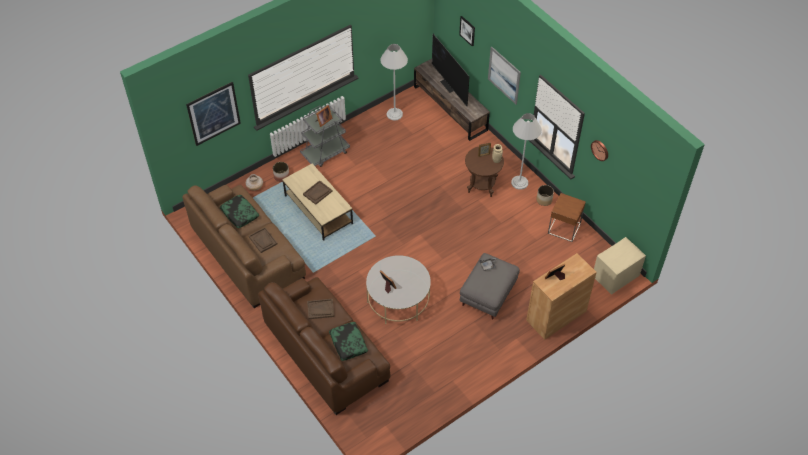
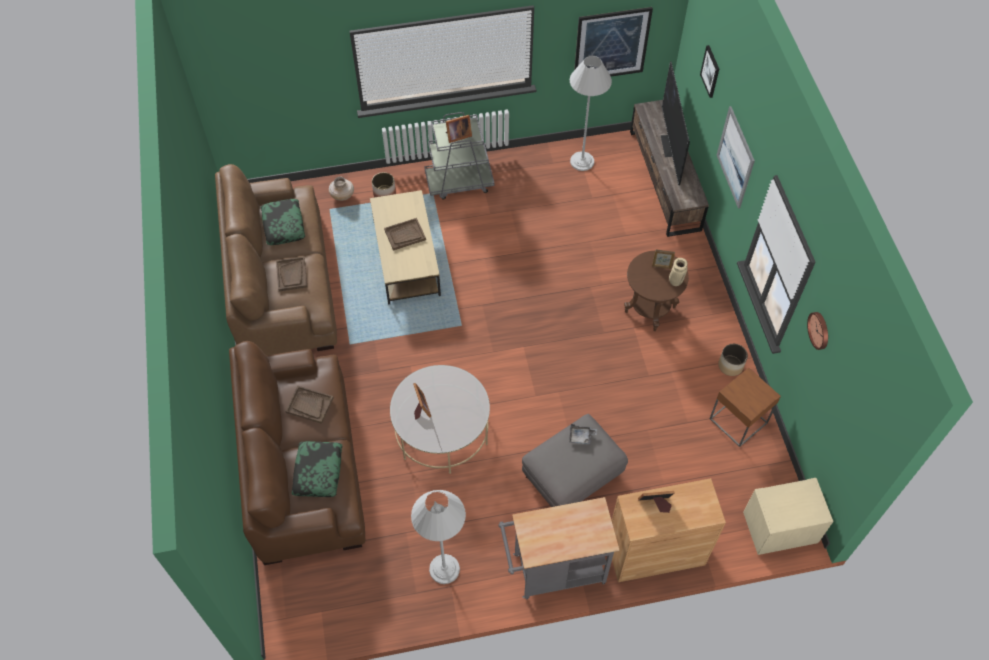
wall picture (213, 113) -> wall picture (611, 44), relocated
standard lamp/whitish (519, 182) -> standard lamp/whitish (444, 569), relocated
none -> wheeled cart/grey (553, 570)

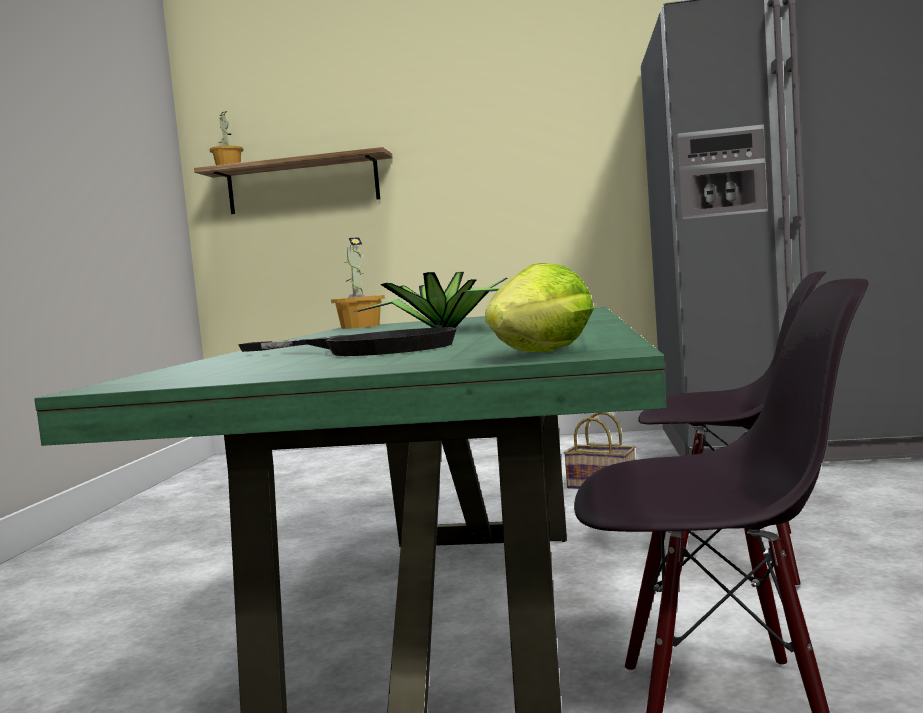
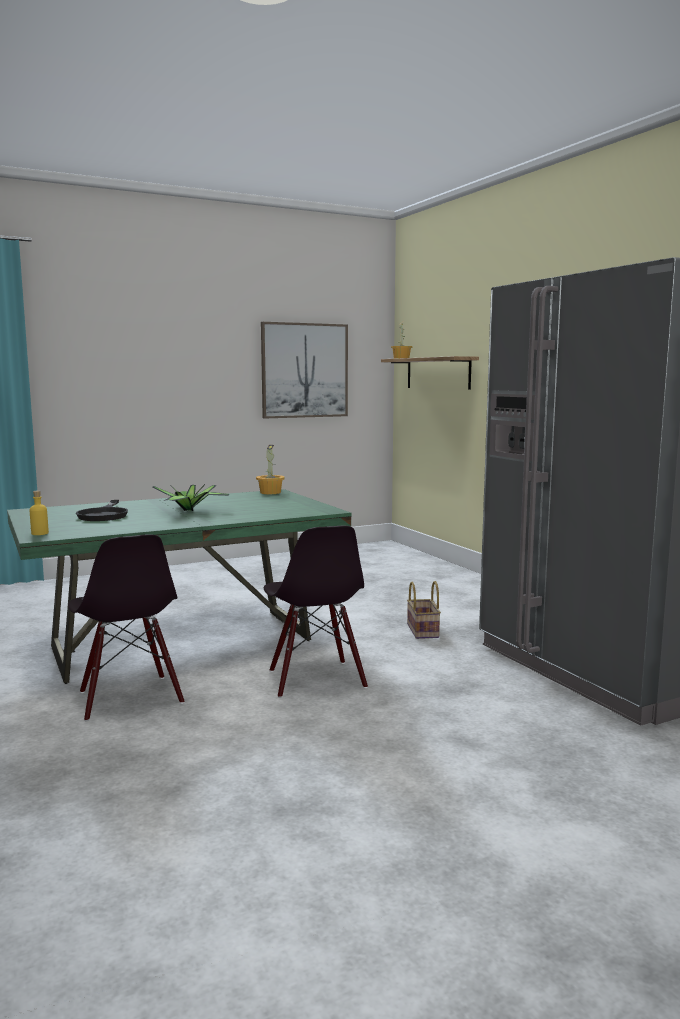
lettuce (537, 354) -> beverage bottle/yellow (40, 533)
none -> wall picture (304, 370)

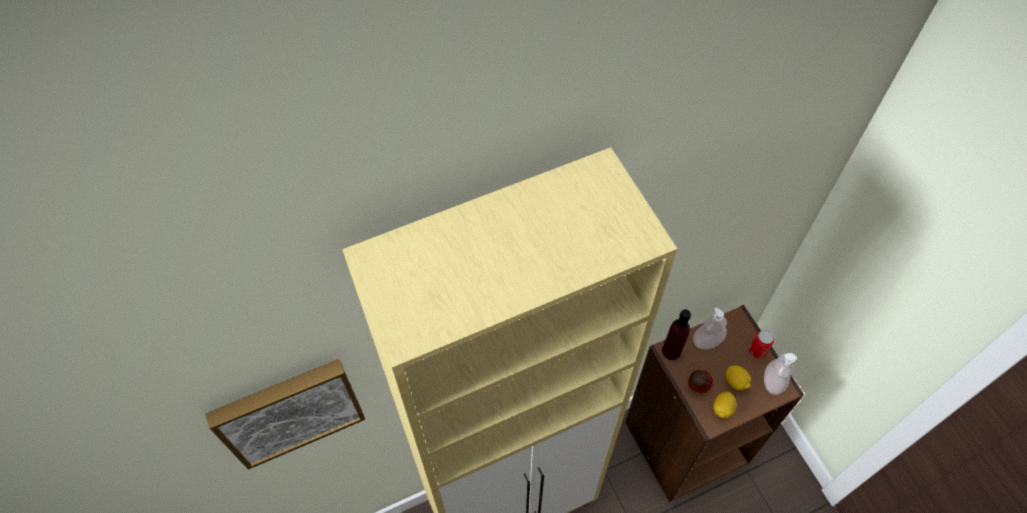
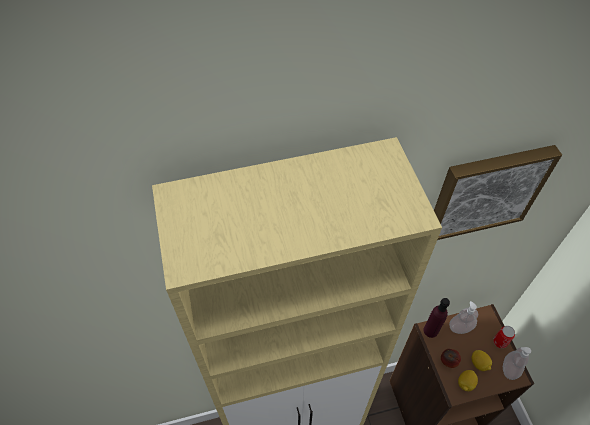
wall picture (289, 409) -> wall picture (486, 191), relocated

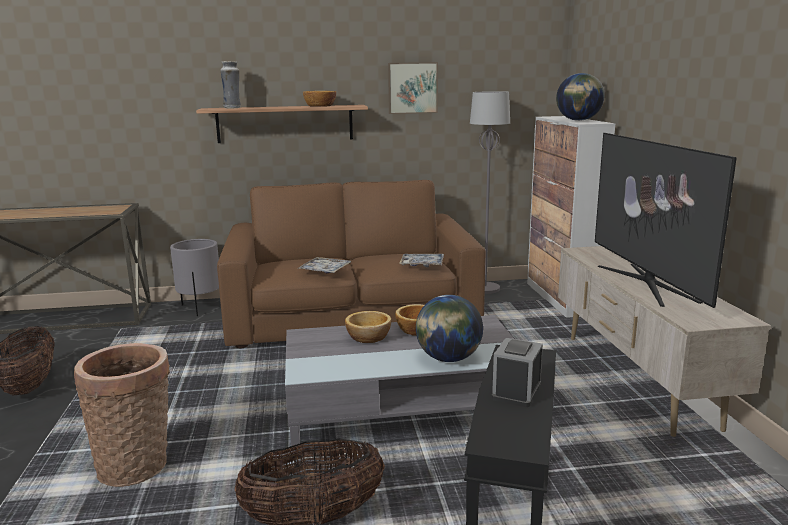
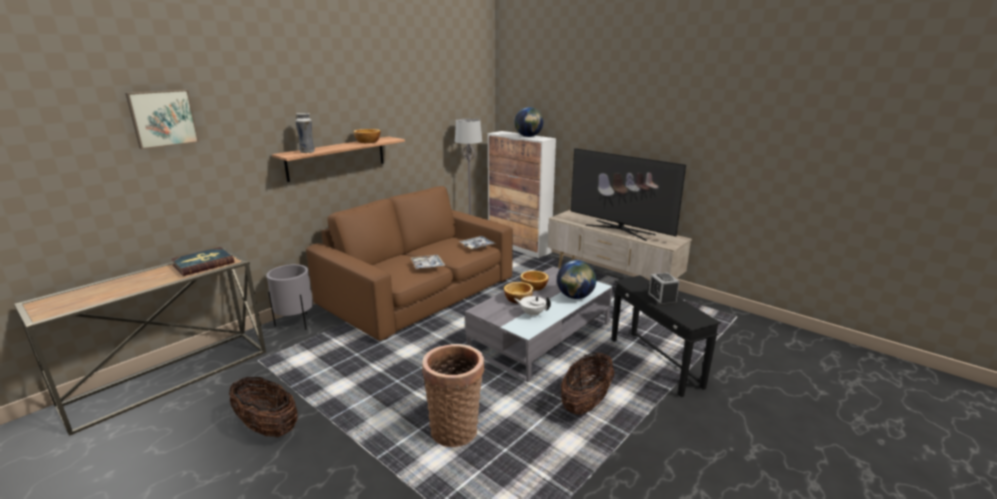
wall picture (412, 88) -> wall picture (163, 118), relocated
none -> volume (203, 264)
none -> pot for tea/whitish (532, 313)

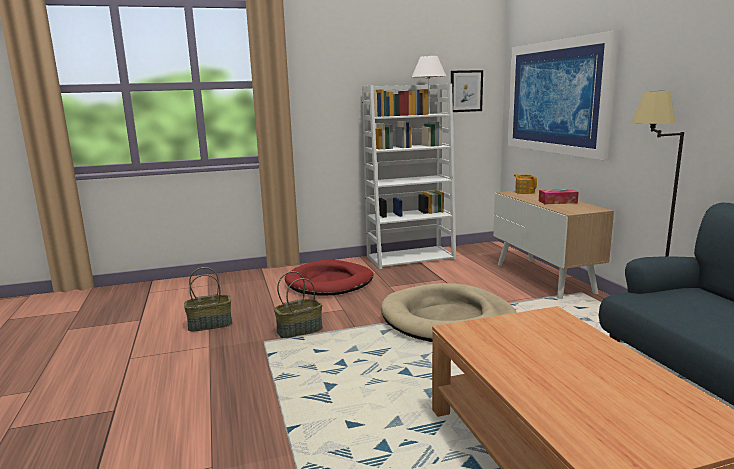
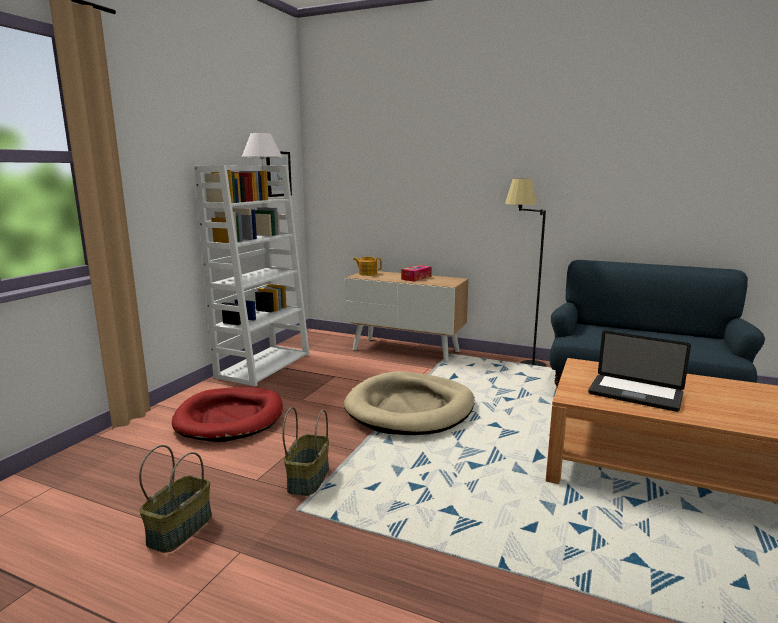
wall picture (556, 97) -> none
none -> notebook computer (635, 394)

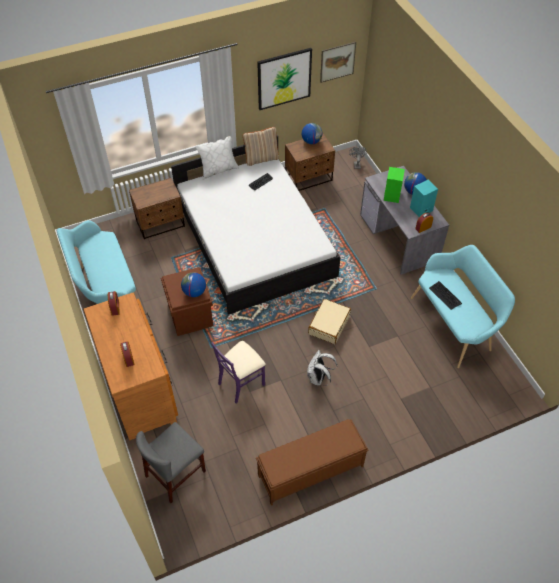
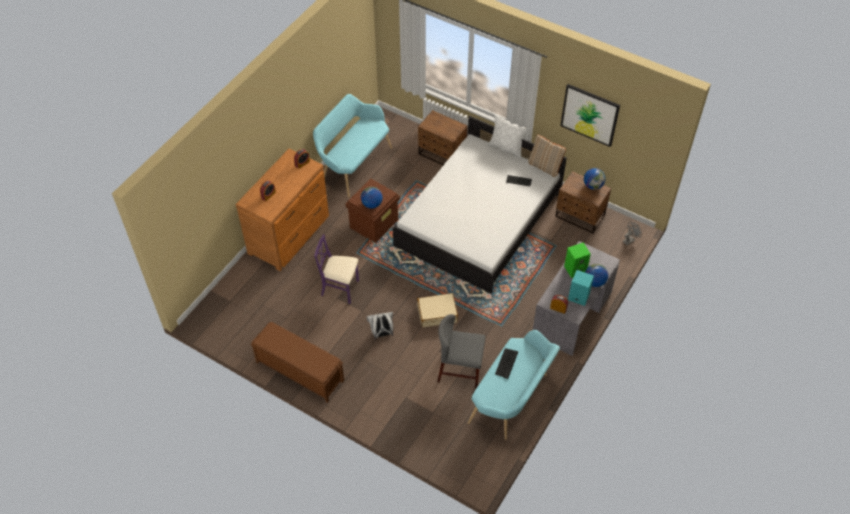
plain chair/grey (175, 473) -> plain chair/grey (459, 370), relocated
wall picture (337, 62) -> none

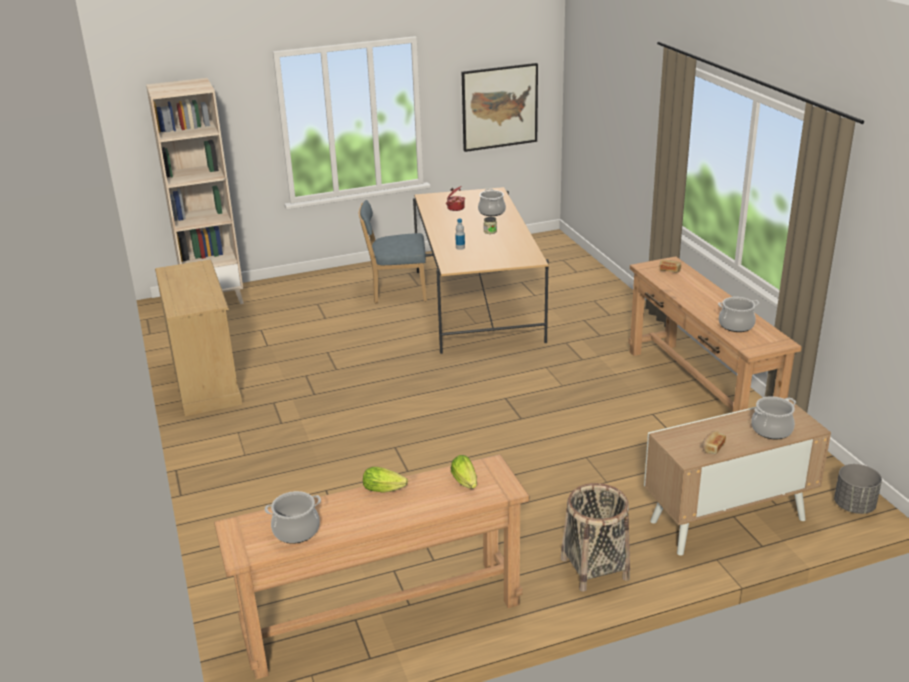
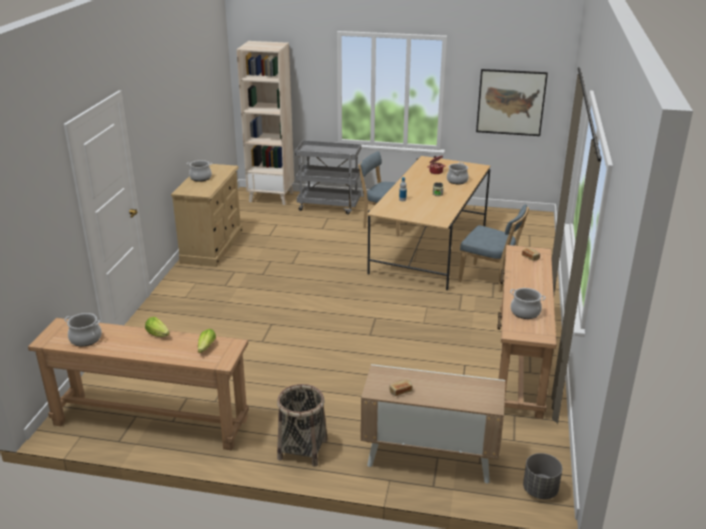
saucepot (771, 430) -> saucepot (201, 178), relocated
none -> wheeled cart/grey (329, 206)
none -> plain chair/blue (489, 279)

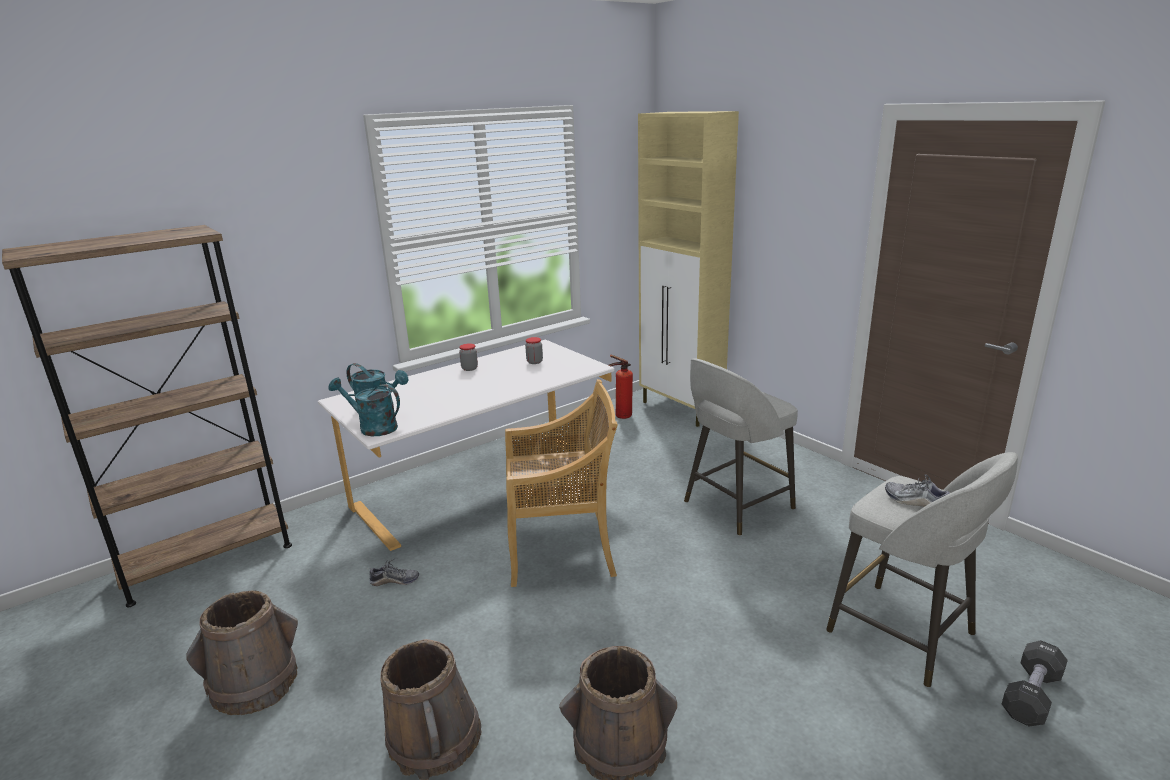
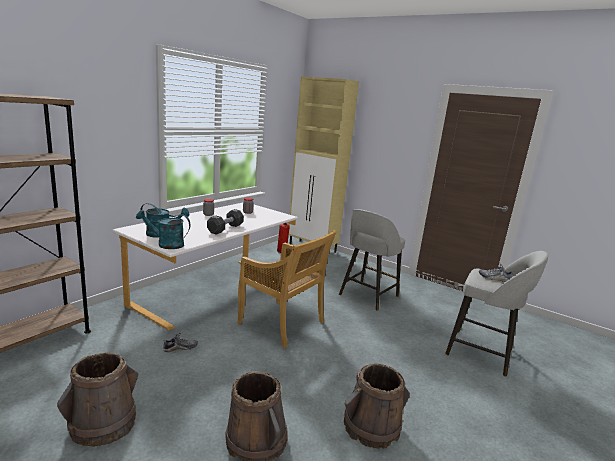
plain chair/beige-coloured (562, 550) -> plain chair/beige-coloured (282, 323), 60 degrees clockwise
hand weight/blackish (1031, 695) -> hand weight/blackish (225, 229), relocated

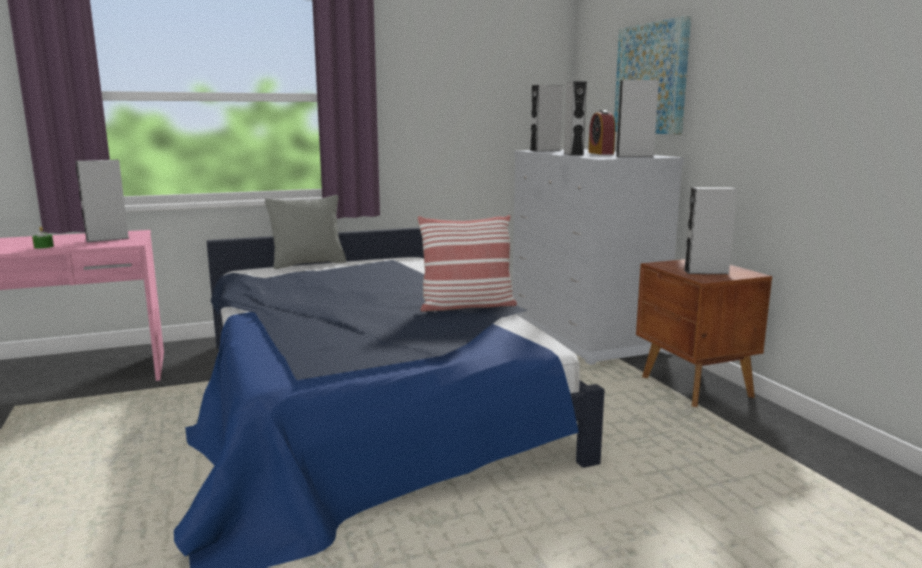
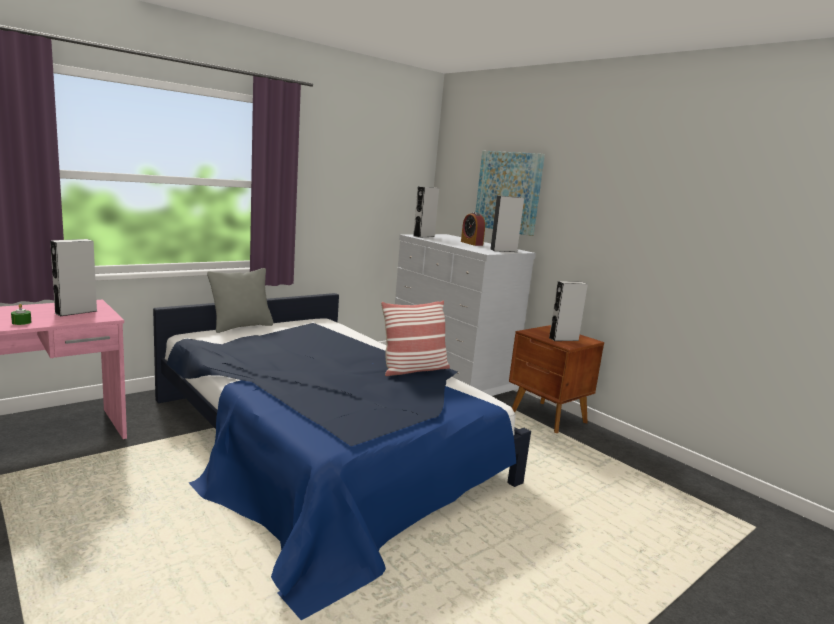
loudspeaker/grey (573, 154) -> none

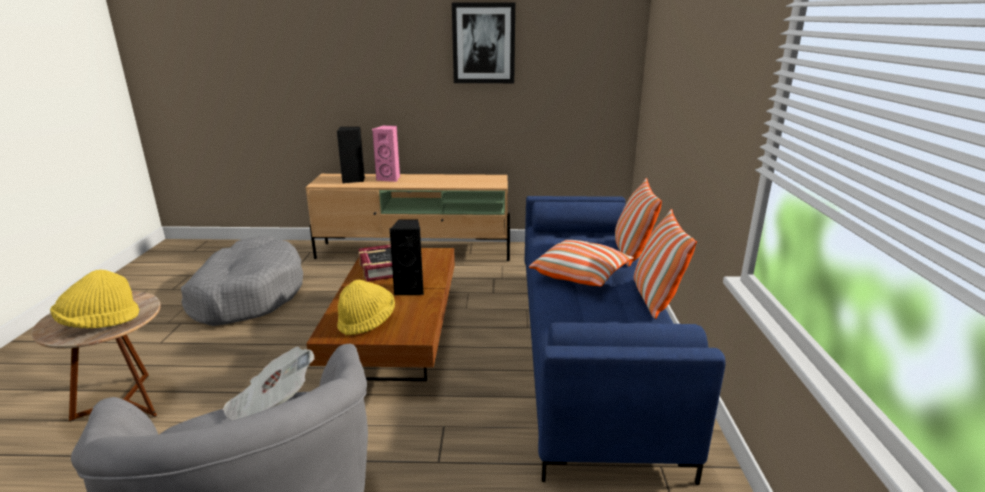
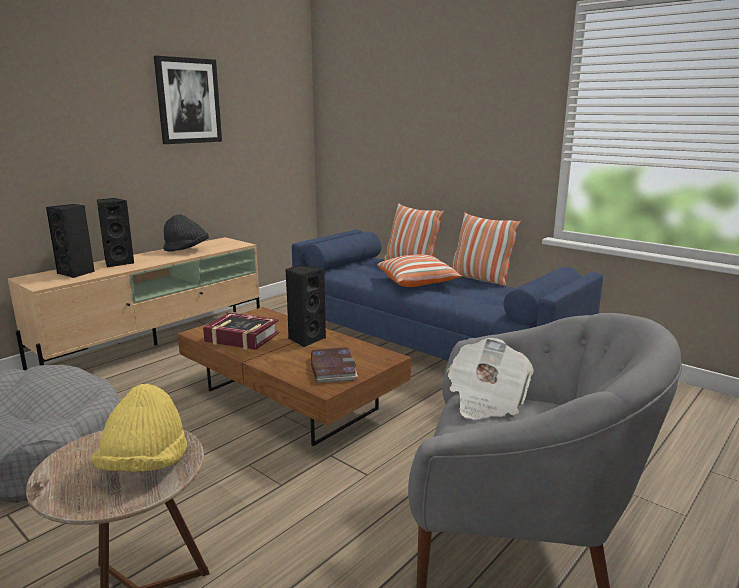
wearable hat/yellow (367, 322) -> volume (332, 368)
loudspeaker/pink-coloured (390, 178) -> loudspeaker/blackish (118, 263)
none -> wearable hat/blackish (187, 250)

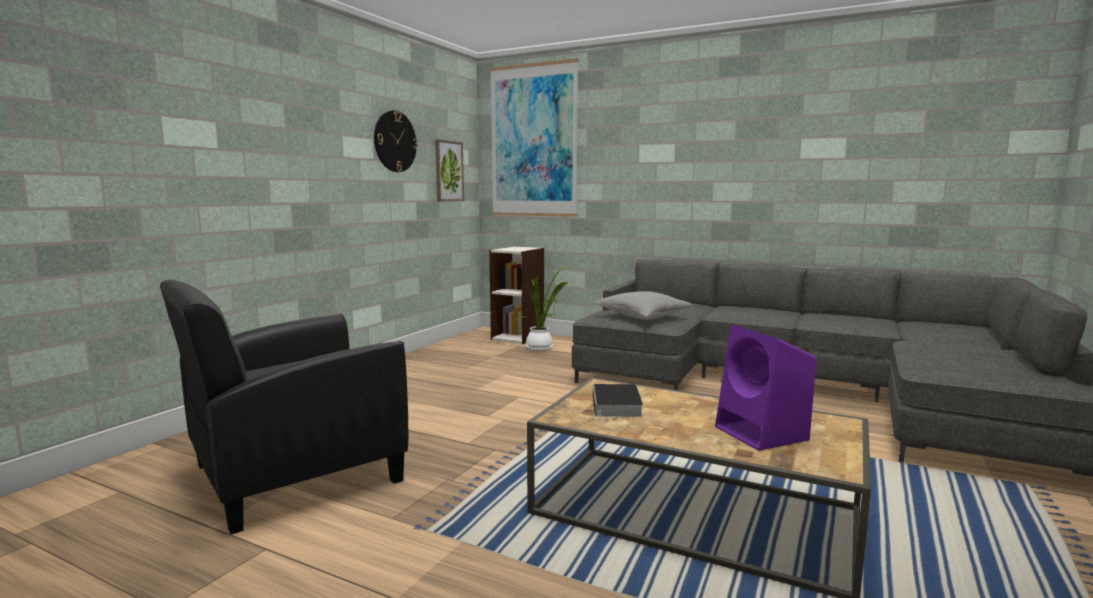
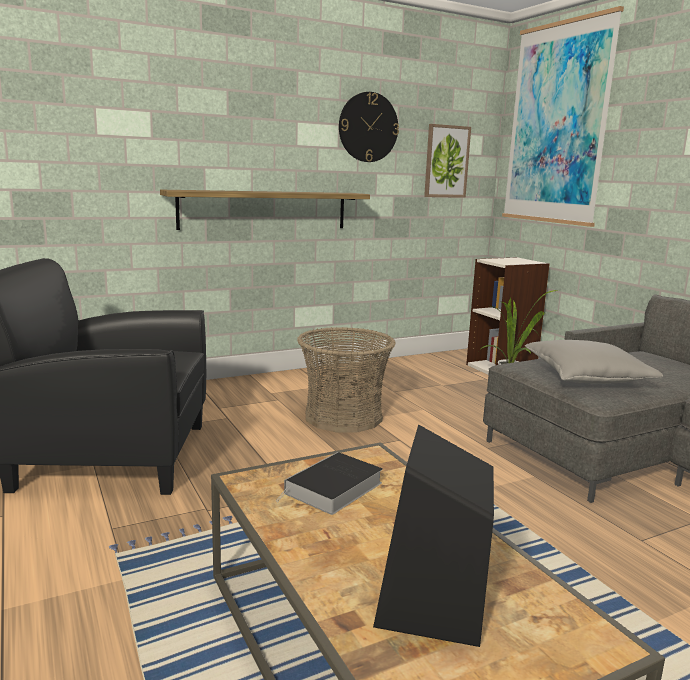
loudspeaker/purple-coloured (763, 434) -> loudspeaker/blackish (431, 605)
none -> bracket shelf (264, 210)
none -> household basket (343, 417)

